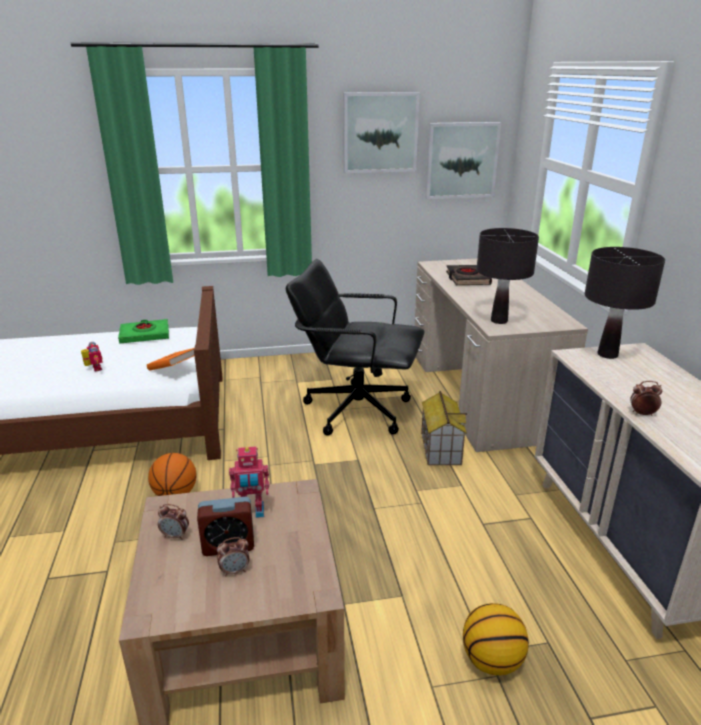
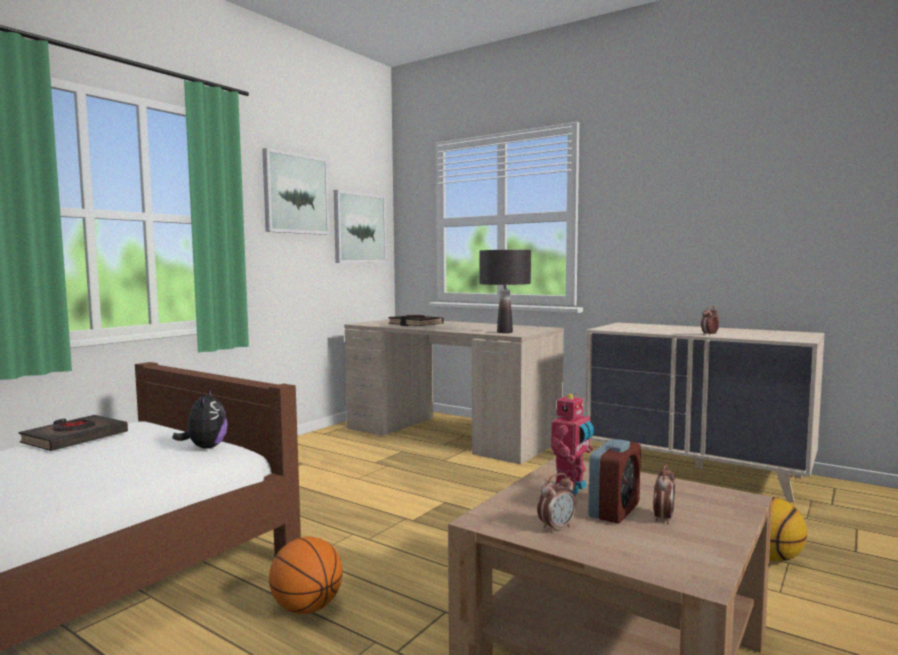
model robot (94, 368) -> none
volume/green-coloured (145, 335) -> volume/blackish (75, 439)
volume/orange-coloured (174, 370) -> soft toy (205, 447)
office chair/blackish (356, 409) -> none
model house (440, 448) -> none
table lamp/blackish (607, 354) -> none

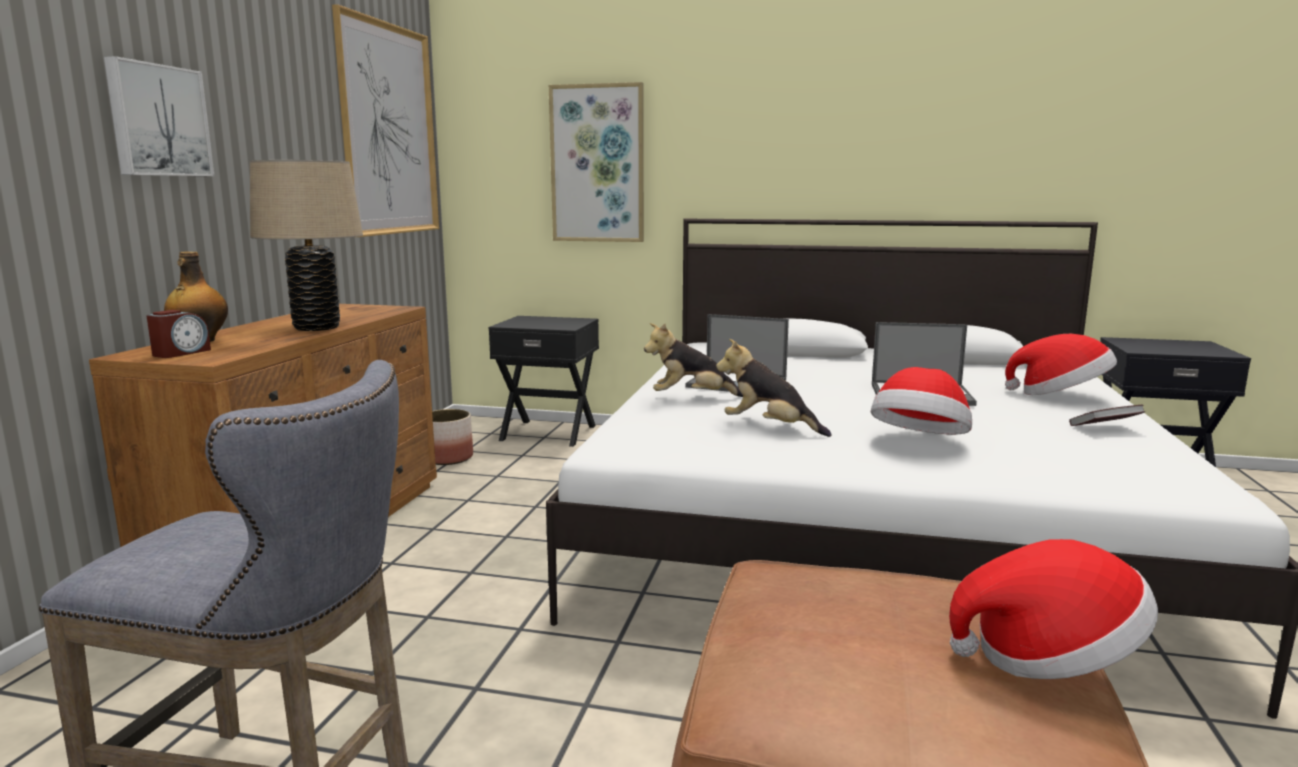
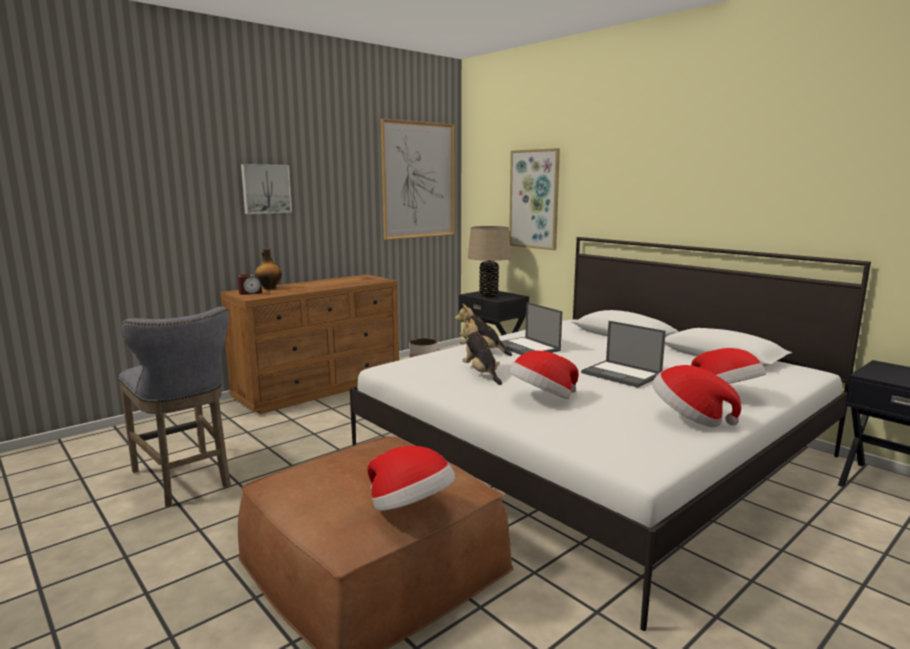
table lamp/beige-coloured (316, 327) -> table lamp/beige-coloured (488, 295), relocated
volume (1104, 428) -> wearable hat (689, 419)

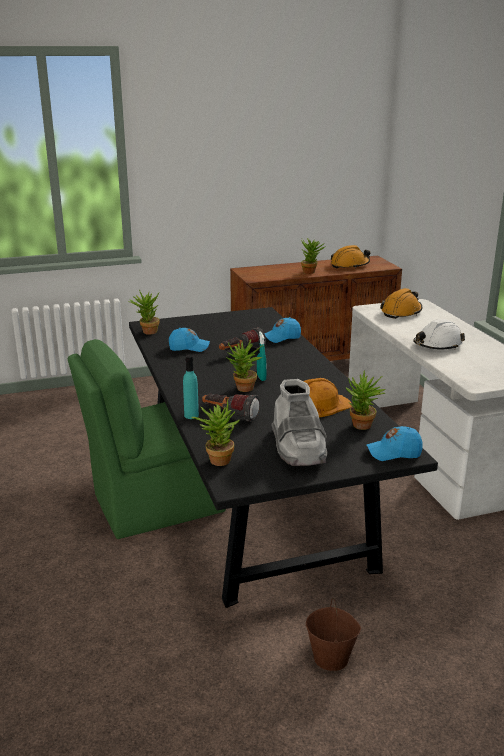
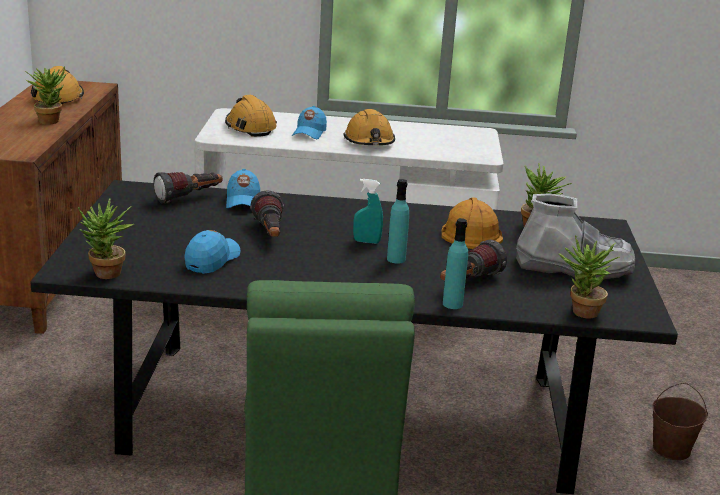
potted plant (243, 390) -> beverage bottle/turquoise (396, 259)
peaked cap/blue (394, 452) -> peaked cap/blue (309, 133), relocated
work helmet/whitish (437, 345) -> work helmet/orange-coloured (369, 141)
none -> torch (189, 198)

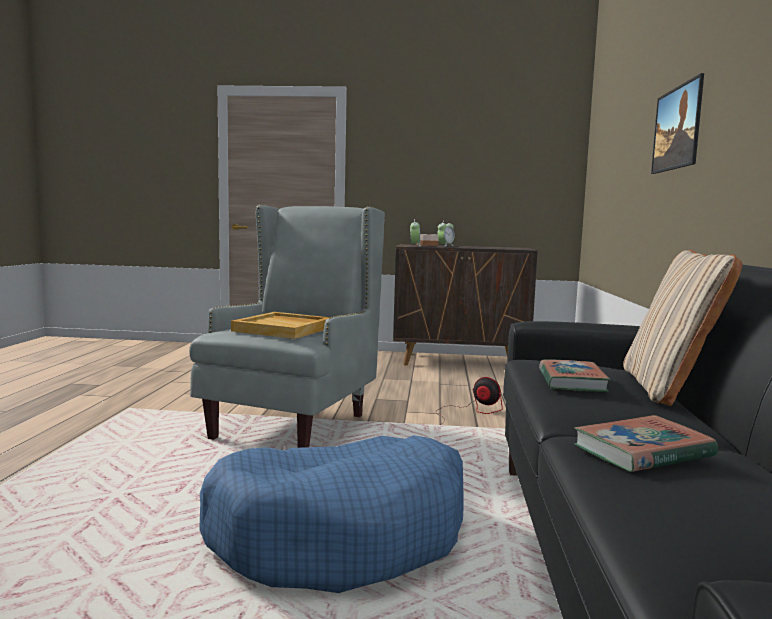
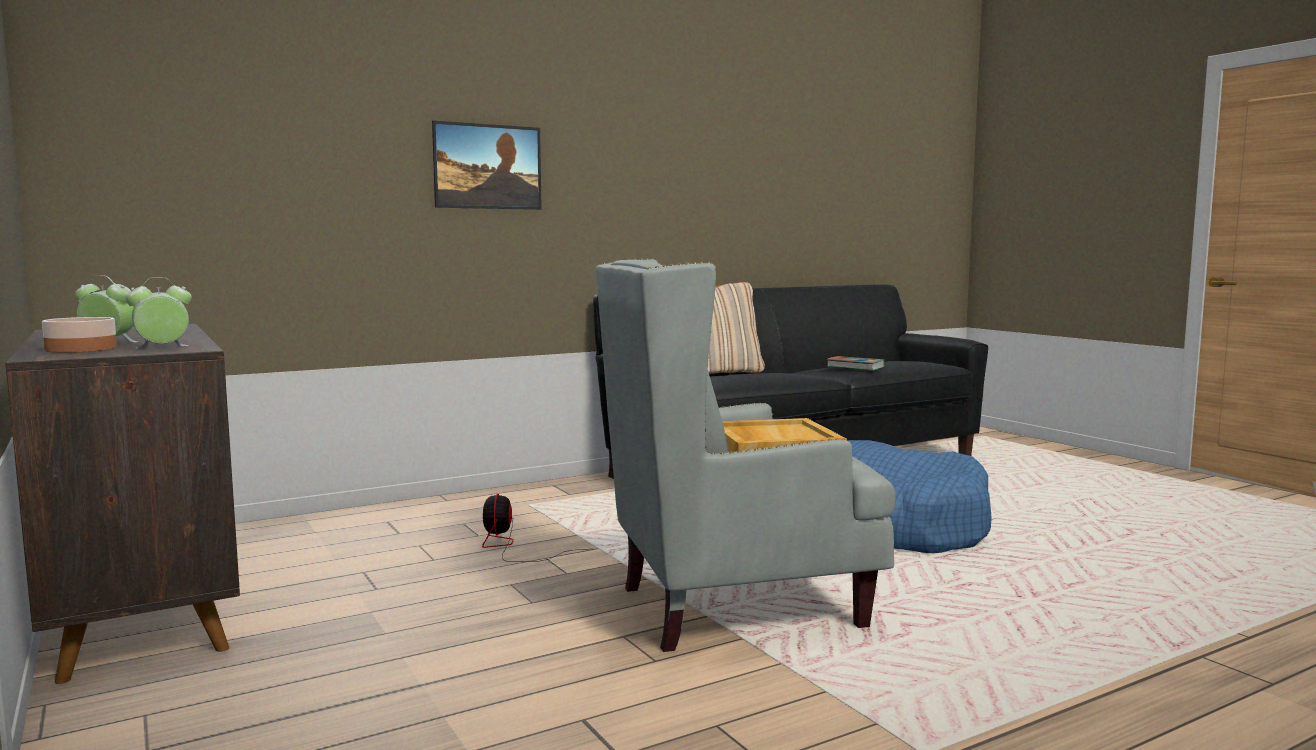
volume (571, 381) -> none

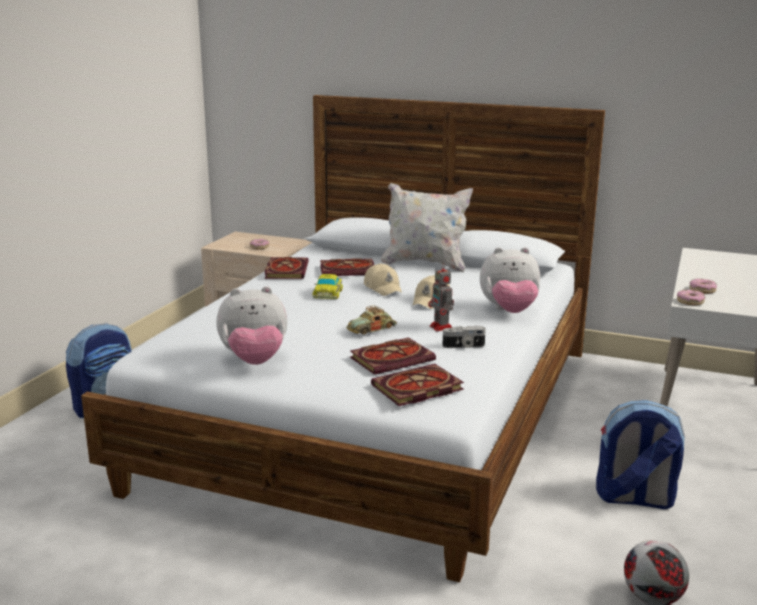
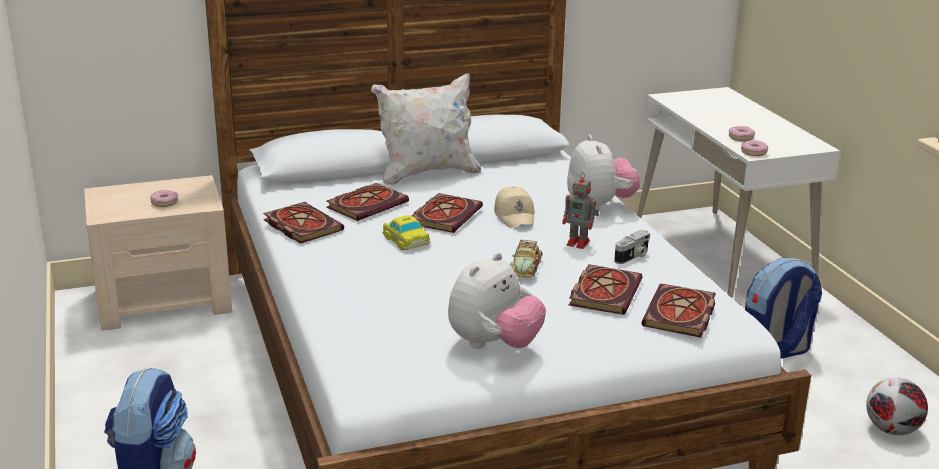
peaked cap/beige-coloured (383, 288) -> volume (445, 215)
soft toy (509, 311) -> soft toy (599, 206), 60 degrees counterclockwise

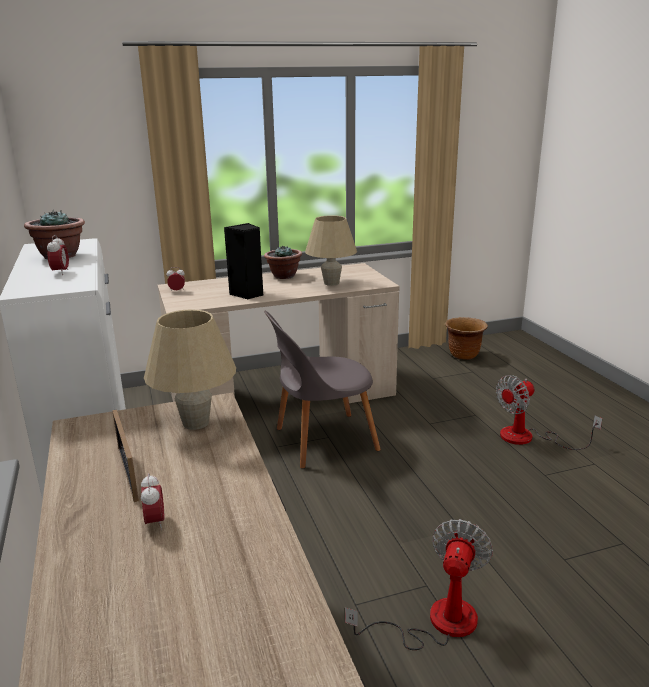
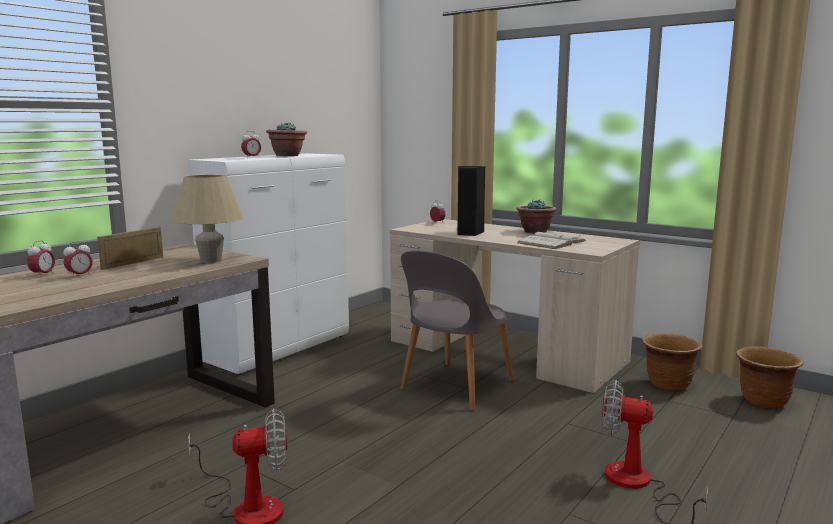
plain chair/grey (321, 440) -> plain chair/grey (455, 387), 90 degrees counterclockwise
table lamp/beige-coloured (331, 283) -> volume/whitish (551, 242)
none -> alarm clock (43, 275)
none -> planter/brownish (668, 385)

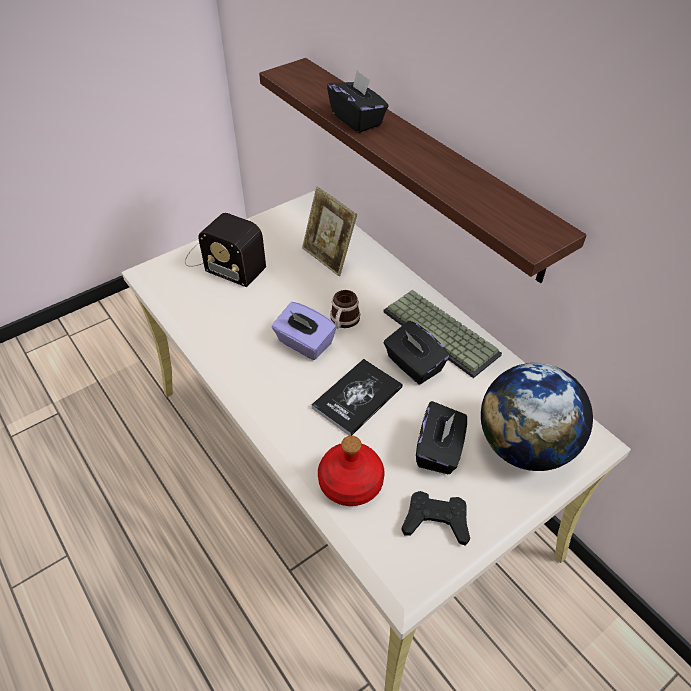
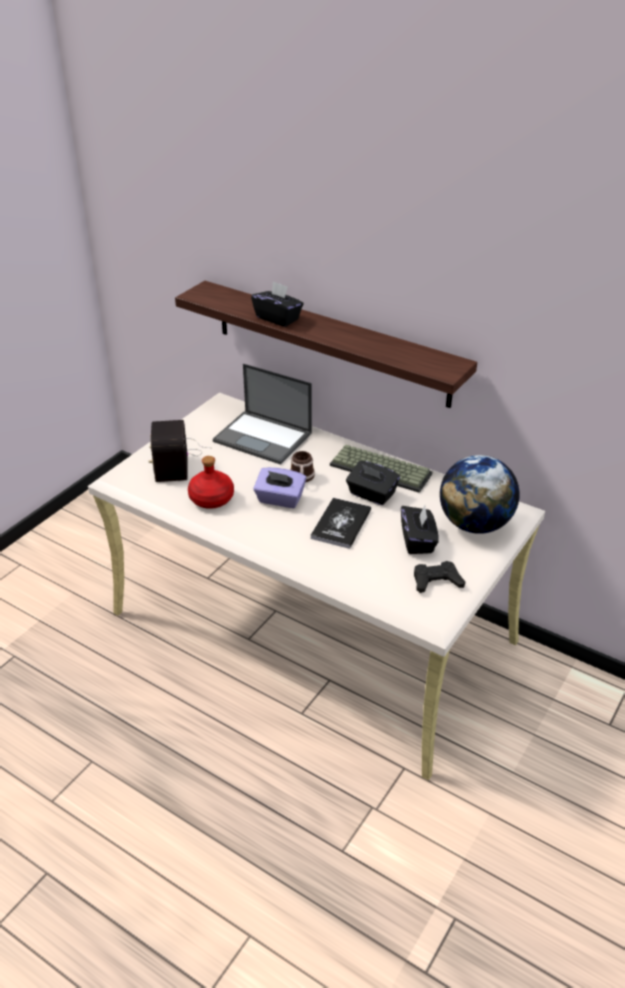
radio set (222, 260) -> radio set (175, 458), 75 degrees clockwise
photo frame (328, 257) -> notebook computer (264, 437)
beverage bottle/red-coloured (350, 483) -> beverage bottle/red-coloured (211, 499), relocated

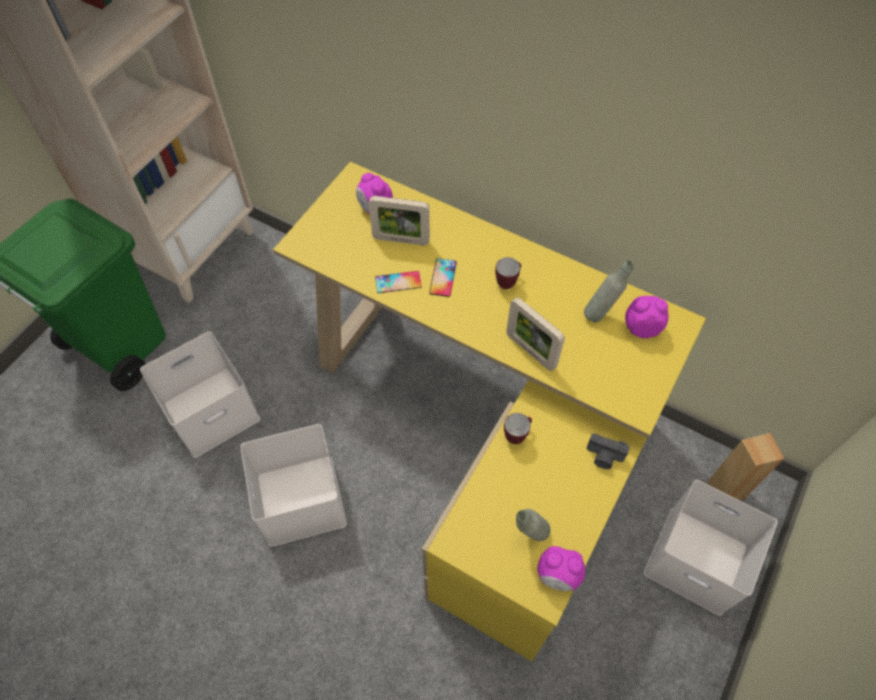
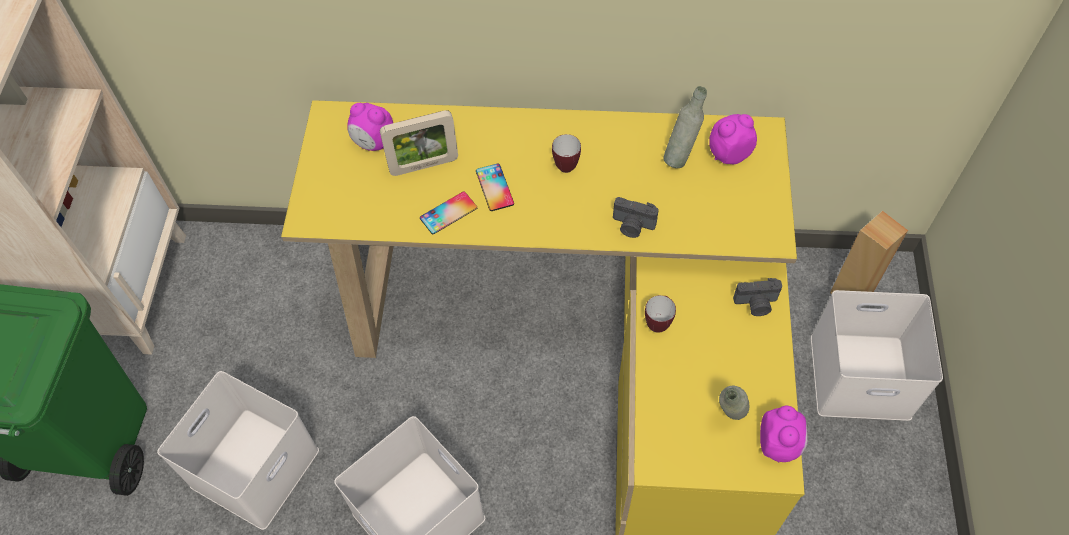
photo frame (530, 351) -> photo camera (632, 226)
alarm clock (557, 576) -> alarm clock (778, 444), 75 degrees counterclockwise

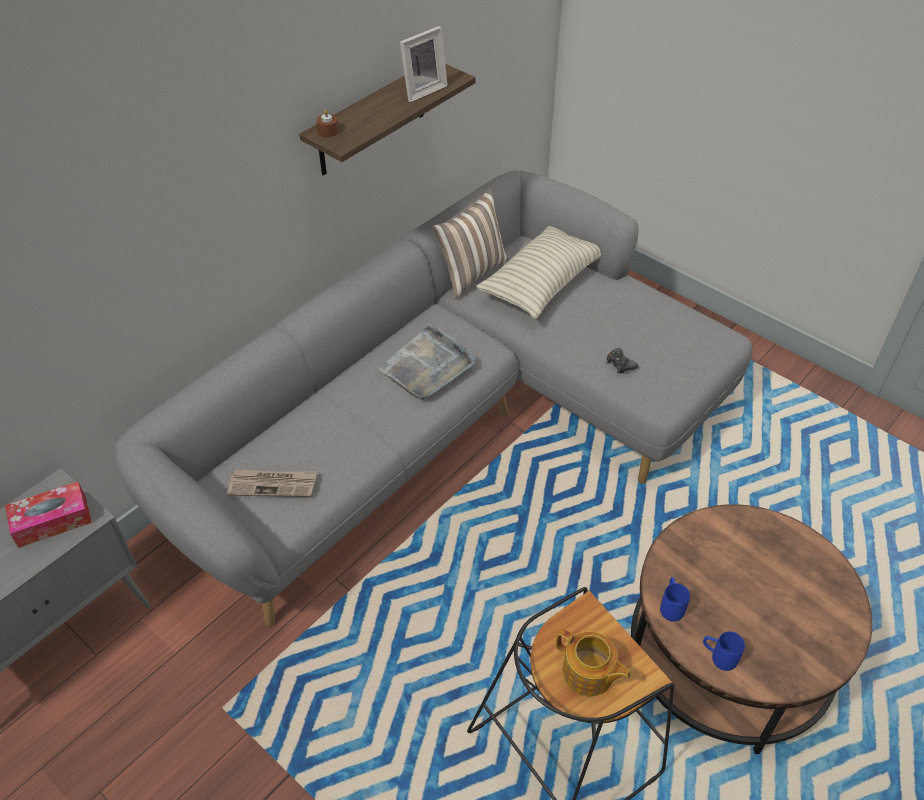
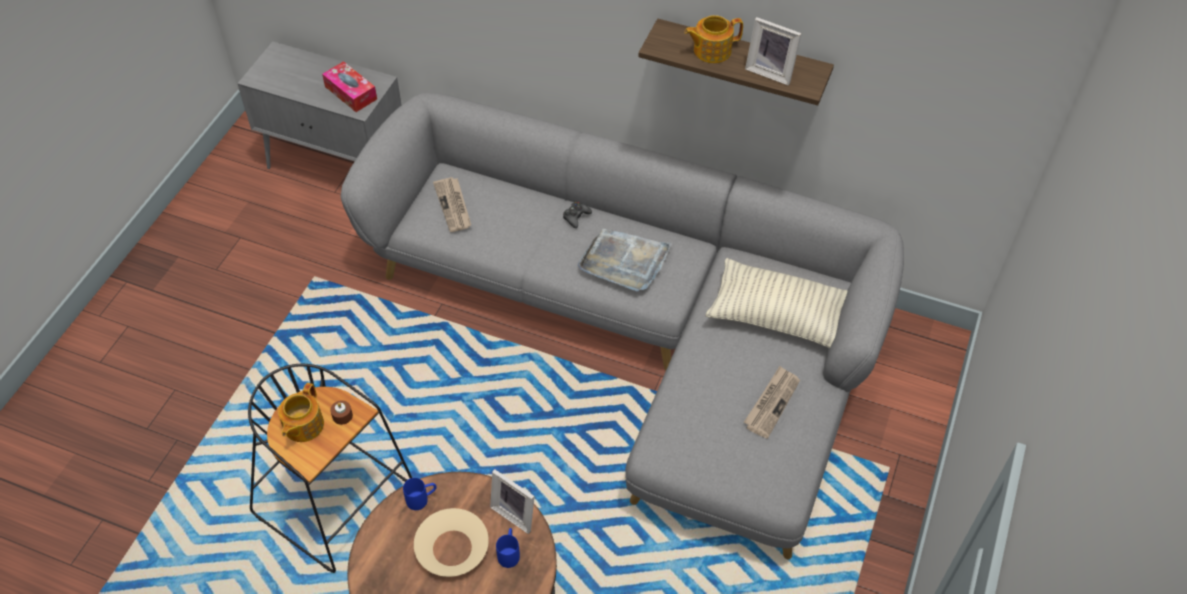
wax candle/brownish (328, 131) -> wax candle/brownish (342, 416), relocated
pillow (471, 273) -> none
joypad/blackish (620, 364) -> joypad/blackish (576, 217), relocated
tea mug/blue (718, 657) -> tea mug/blue (509, 552), relocated
none -> bowl/beige-coloured (452, 548)
none -> photo frame (516, 512)
none -> pot for tea (711, 50)
none -> newspaper (771, 403)

